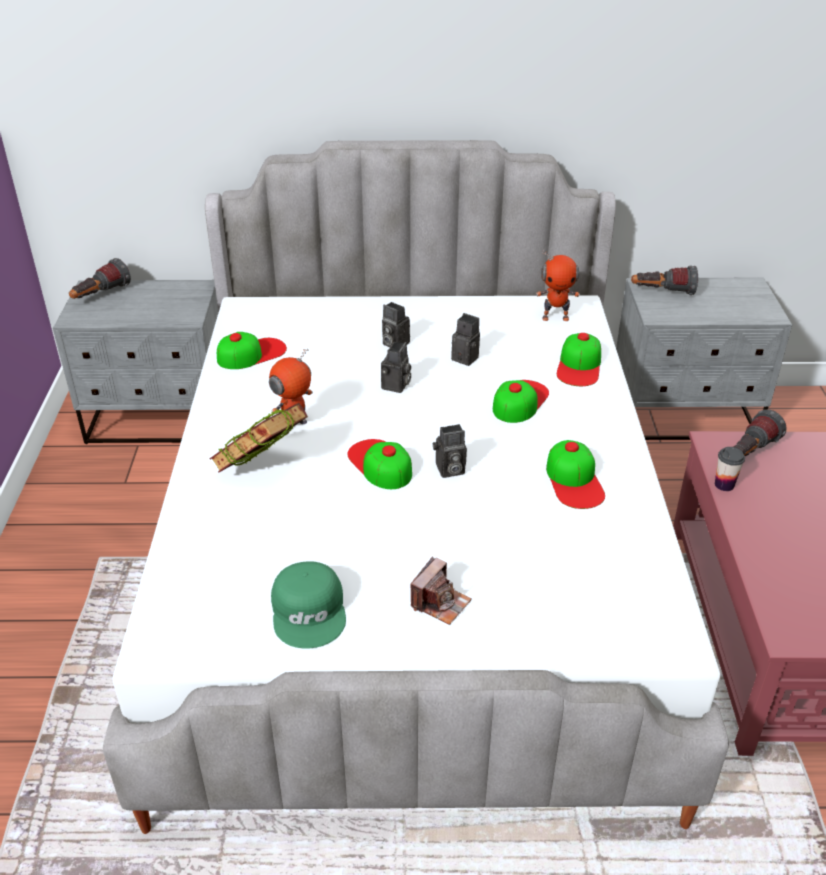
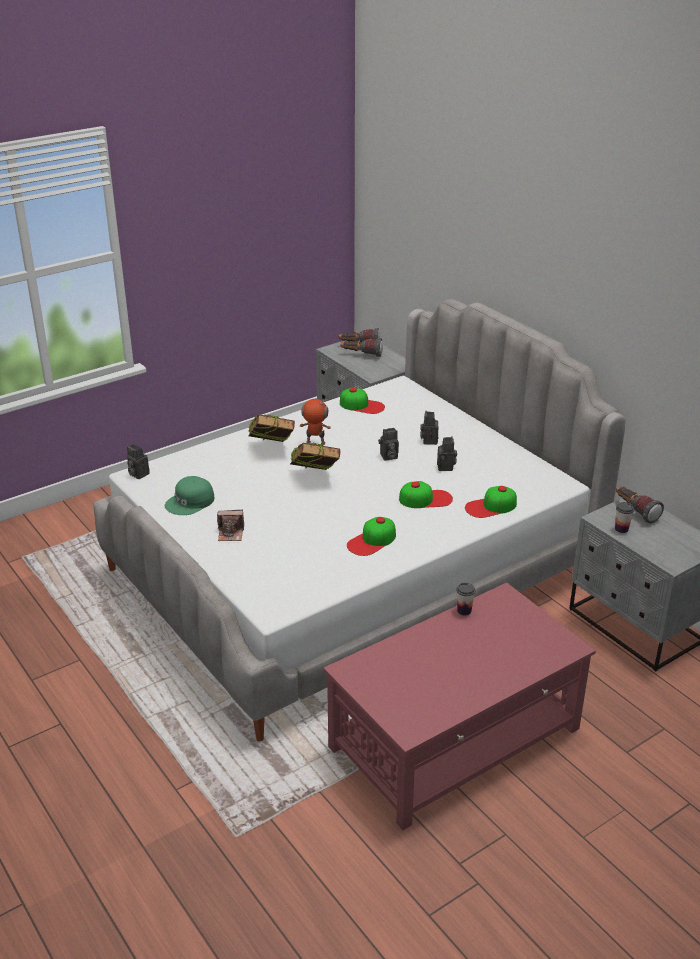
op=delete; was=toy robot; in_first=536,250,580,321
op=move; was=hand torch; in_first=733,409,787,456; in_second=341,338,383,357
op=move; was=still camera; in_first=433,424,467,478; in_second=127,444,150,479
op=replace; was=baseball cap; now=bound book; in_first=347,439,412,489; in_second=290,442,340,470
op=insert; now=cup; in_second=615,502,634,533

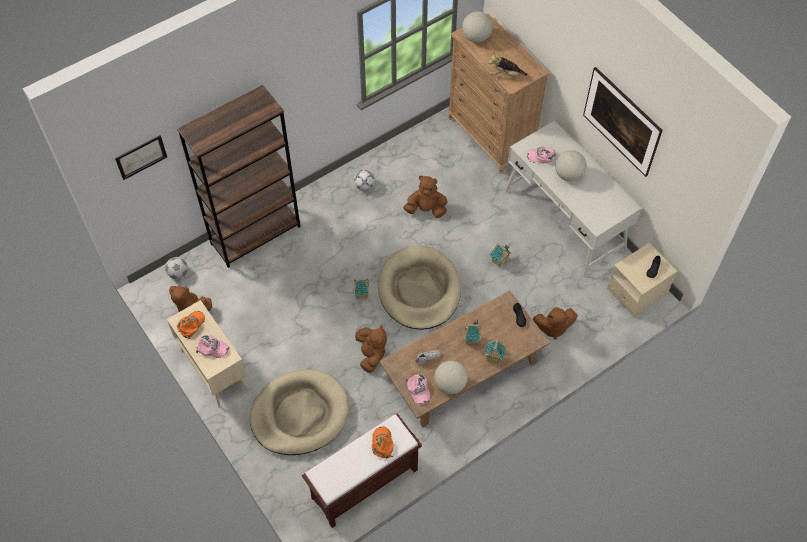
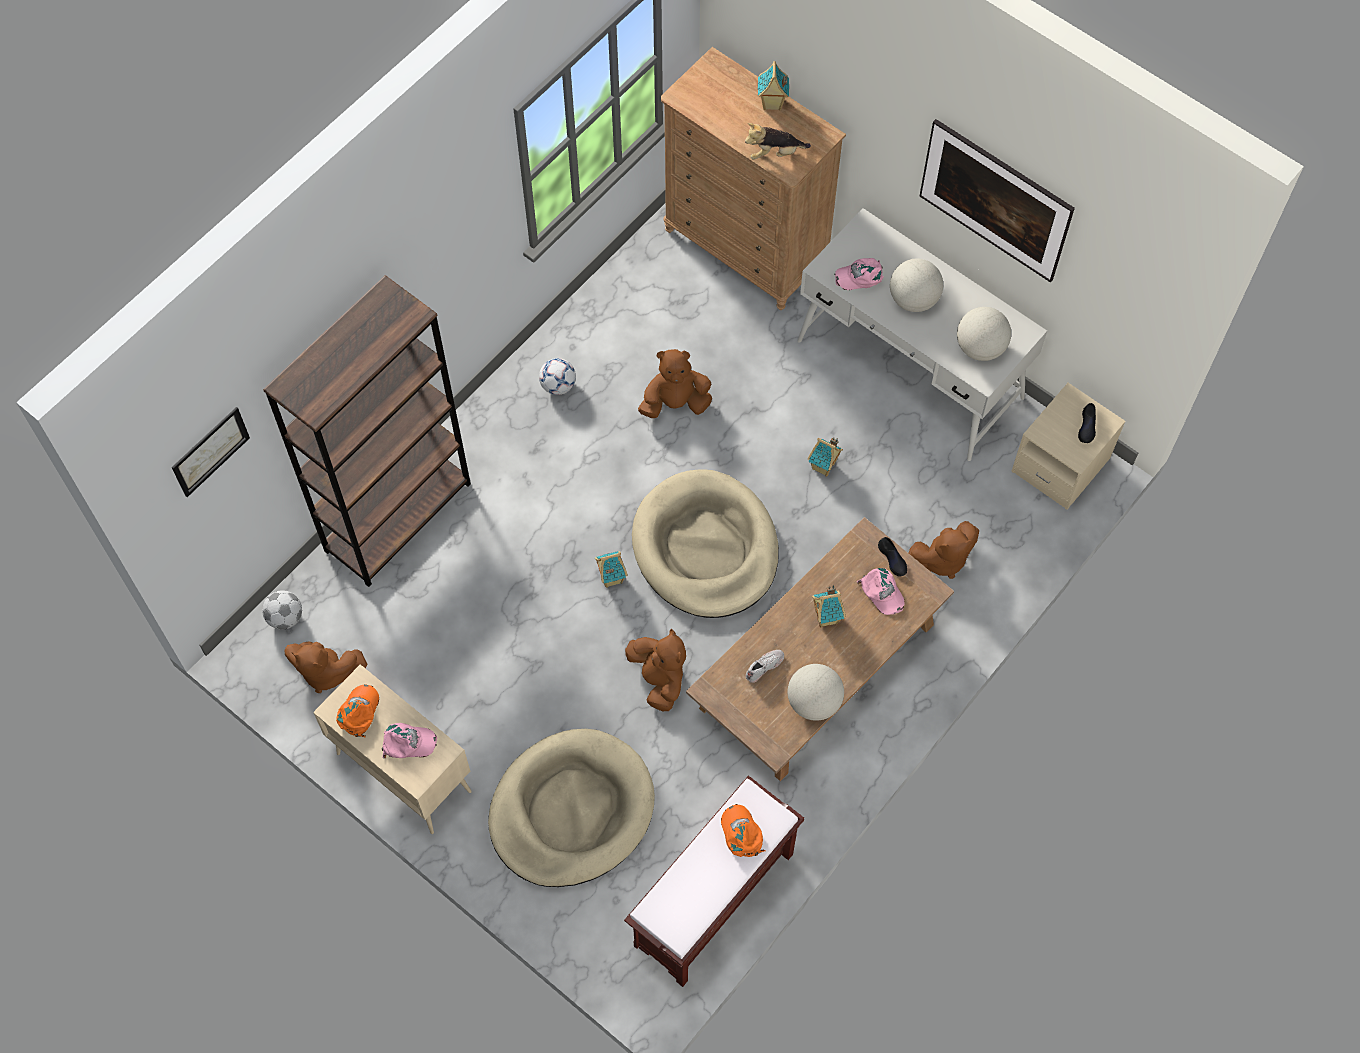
op=move; was=desk globe; in_first=462,11,493,43; in_second=957,307,1011,361
op=move; was=miniature house; in_first=484,338,506,365; in_second=758,61,789,111
op=move; was=pink baseball cap; in_first=406,375,430,404; in_second=857,568,905,615

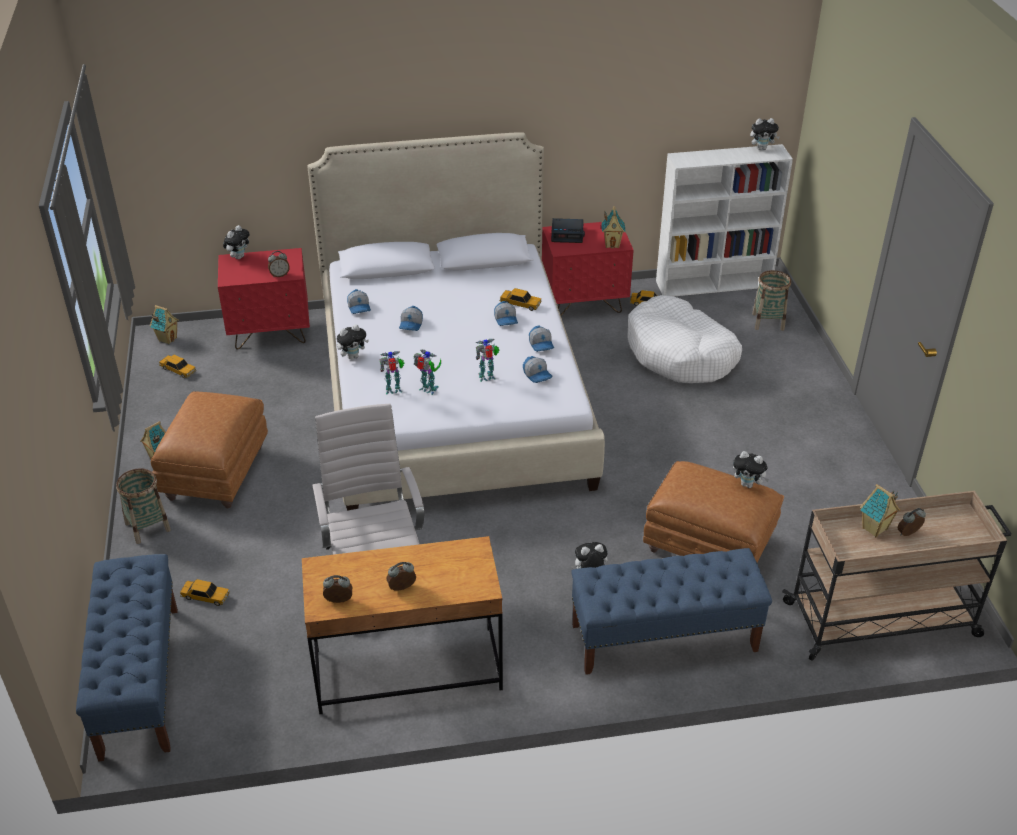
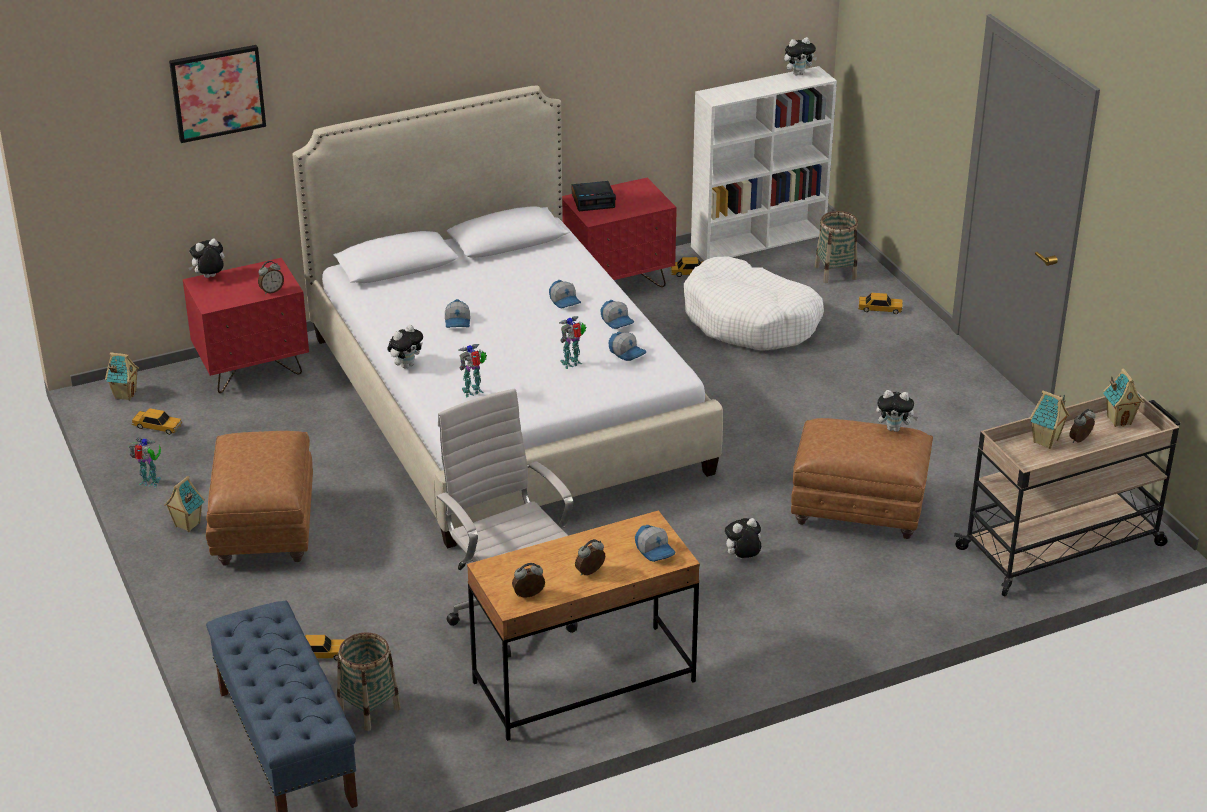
op=move; was=miniature house; in_first=601,206,625,248; in_second=1103,368,1144,427
op=rotate; was=plush toy; in_first=223,225,250,259; in_second=189,239,225,278; clockwise=-135
op=move; was=miniature car; in_first=500,288,541,311; in_second=858,293,903,314
op=move; was=baseball cap; in_first=347,289,371,314; in_second=635,525,676,562
op=move; was=toy robot; in_first=413,350,441,395; in_second=128,437,161,488
op=move; was=basket; in_first=116,468,171,544; in_second=337,632,401,731
op=delete; was=blue-coloured long seat; in_first=571,548,772,675
op=insert; now=wall art; in_second=169,45,266,143

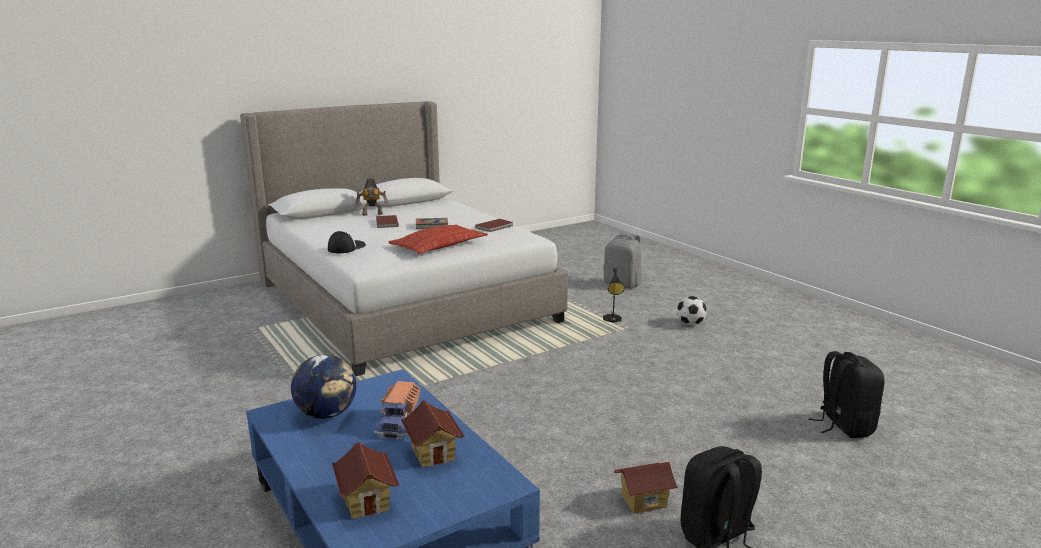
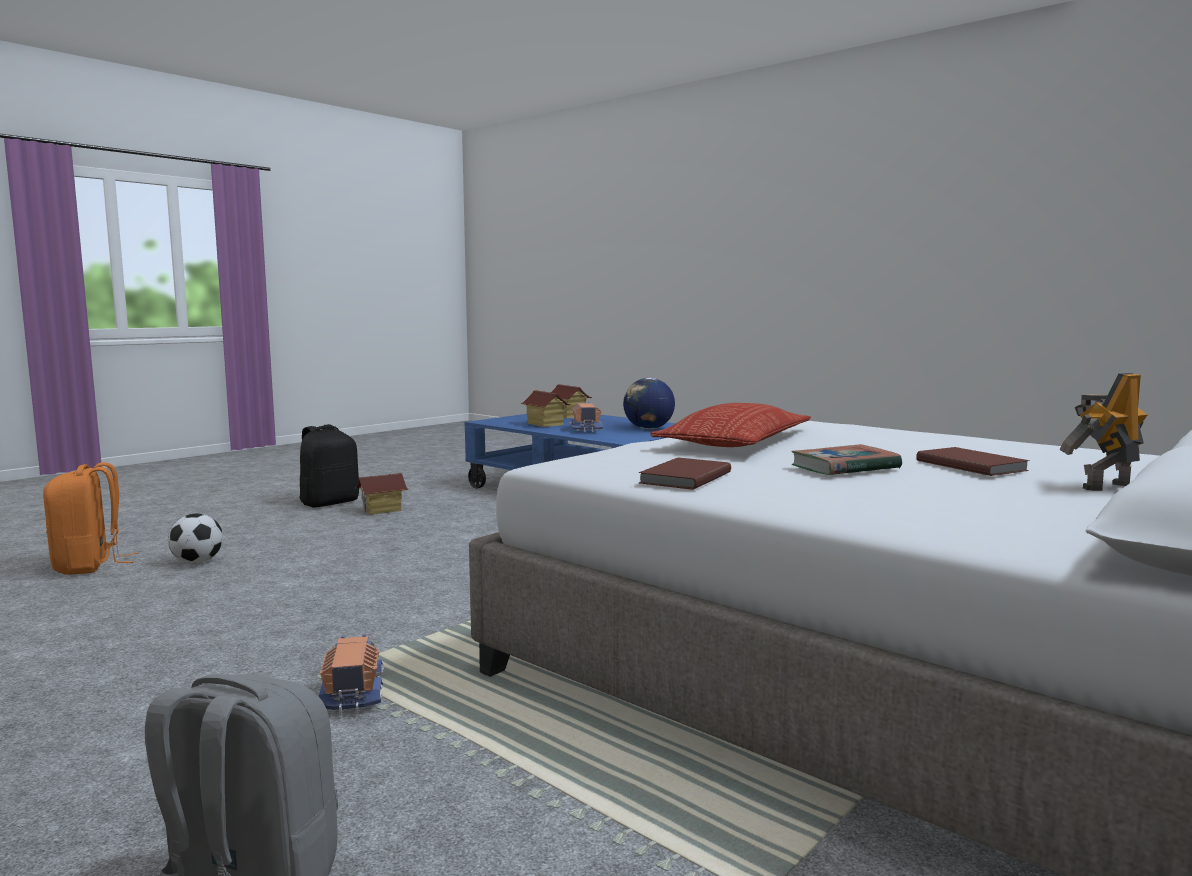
op=delete; was=baseball cap; in_first=328,231,366,253
op=replace; was=blackish table lamp; now=model truck; in_first=603,268,624,323; in_second=319,635,385,716
op=move; was=football; in_first=677,296,707,325; in_second=168,514,223,564
op=recolor; was=blackish knapsack; now=orangey knapsack; in_first=808,351,885,438; in_second=43,462,138,575

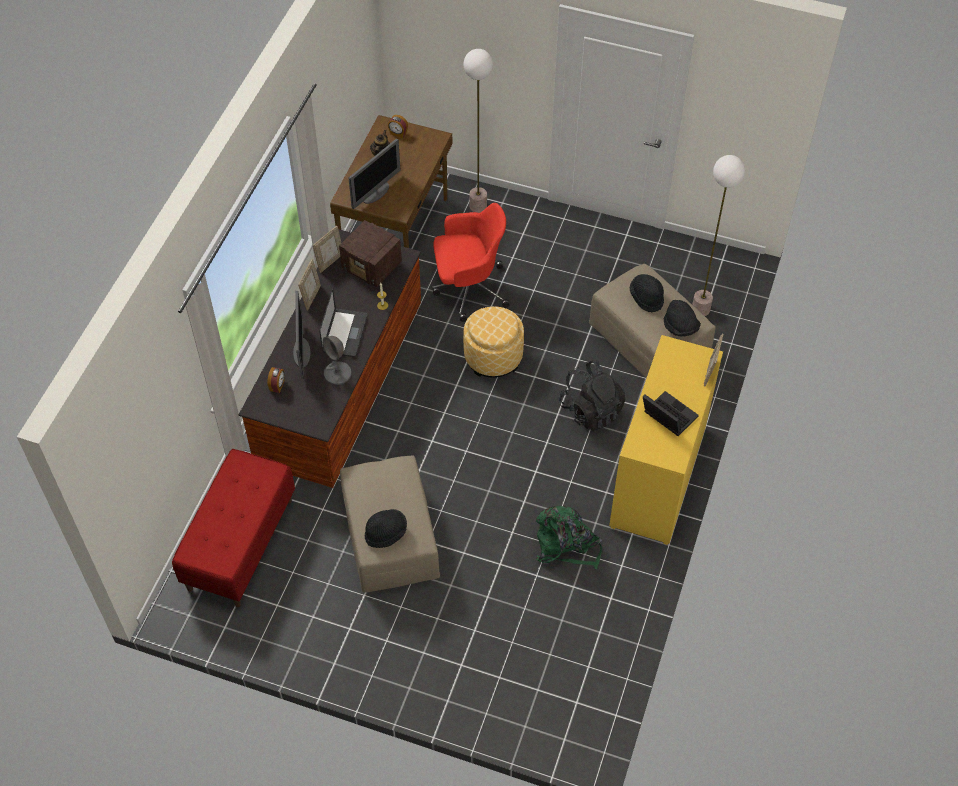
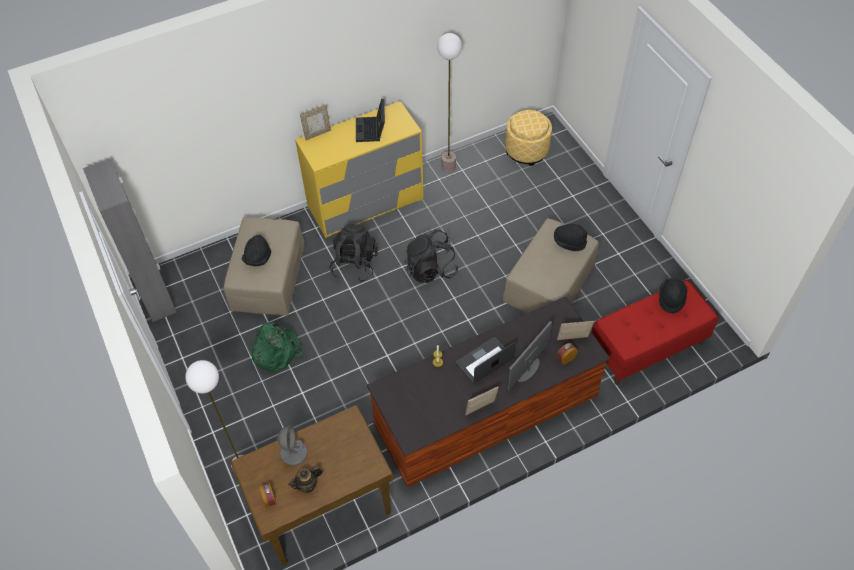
op=delete; was=computer display; in_first=349,138,401,209
op=move; was=standard lamp; in_first=692,155,745,316; in_second=437,33,462,173
op=delete; was=red-coloured computer chair; in_first=432,203,509,322
op=delete; was=radio set; in_first=339,220,402,287
op=move; was=standing frame; in_first=313,226,341,273; in_second=557,321,594,340
op=move; was=blackish clothing hat; in_first=664,300,701,337; in_second=659,278,687,314
op=move; was=ottoman; in_first=463,306,524,378; in_second=505,110,552,166
op=move; was=grey table lamp; in_first=323,336,352,385; in_second=278,425,307,466
op=move; was=greenish knapsack; in_first=536,506,602,569; in_second=250,322,302,372
op=insert; now=grey storage cabinet; in_second=83,159,177,322
op=insert; now=blackish knapsack; in_second=405,230,459,283

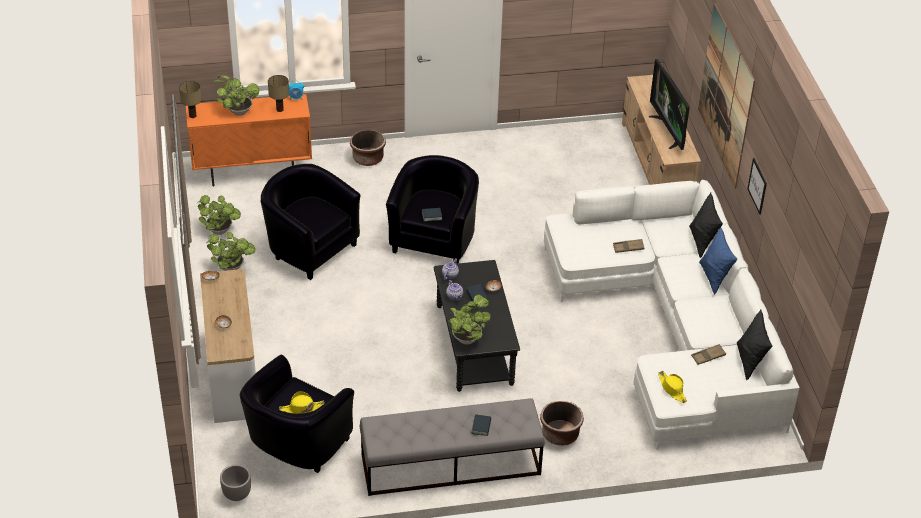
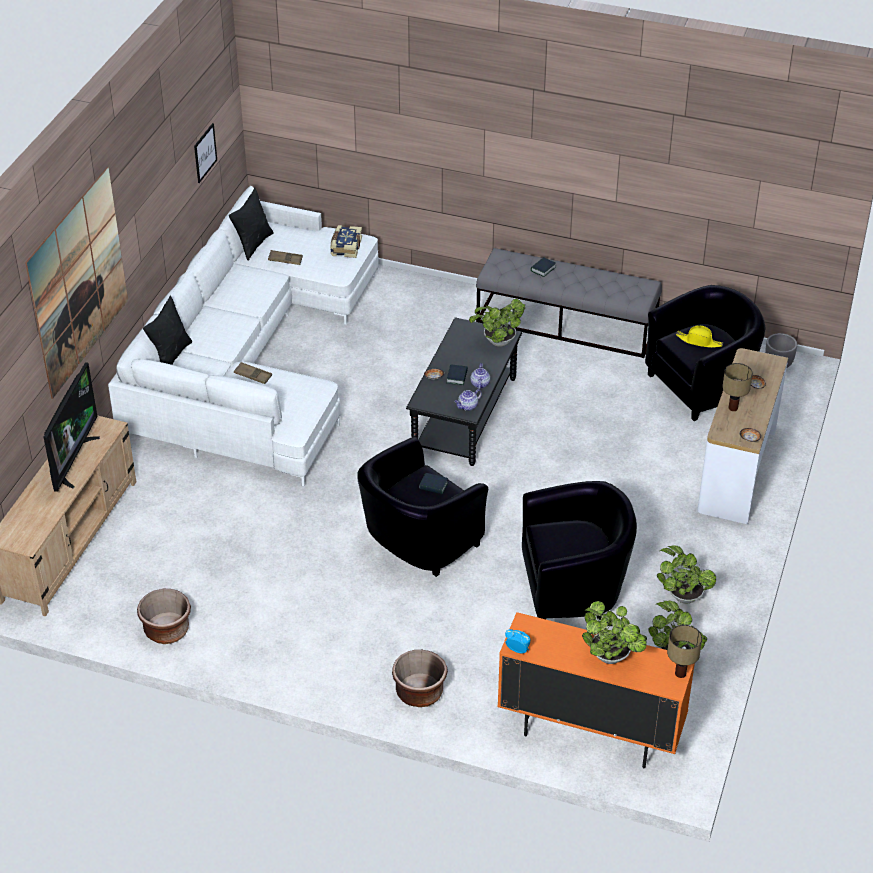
op=move; was=table lamp; in_first=268,75,289,112; in_second=722,363,753,411
op=move; was=wall art; in_first=747,158,767,215; in_second=194,123,217,183
op=rotate; was=blackish easy chair; in_first=261,164,361,280; in_second=522,481,637,620; clockwise=-75
op=delete; was=blue-coloured pillow; in_first=699,227,737,295
op=replace; was=yellow-coloured clothing hat; now=bound book; in_first=658,371,687,403; in_second=330,225,362,258
op=move; was=brown planter; in_first=540,401,584,446; in_second=137,589,191,644

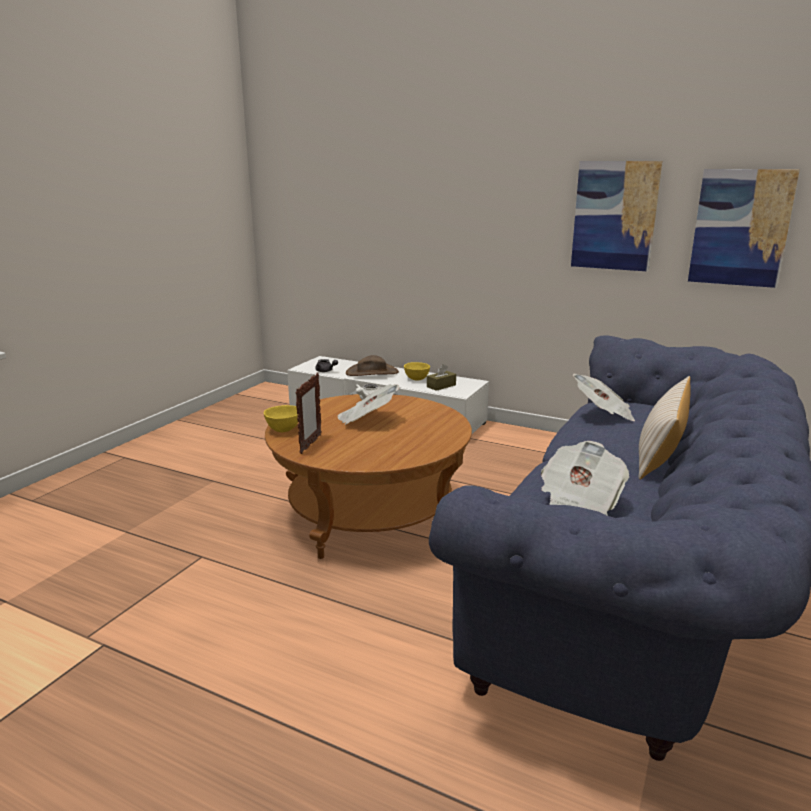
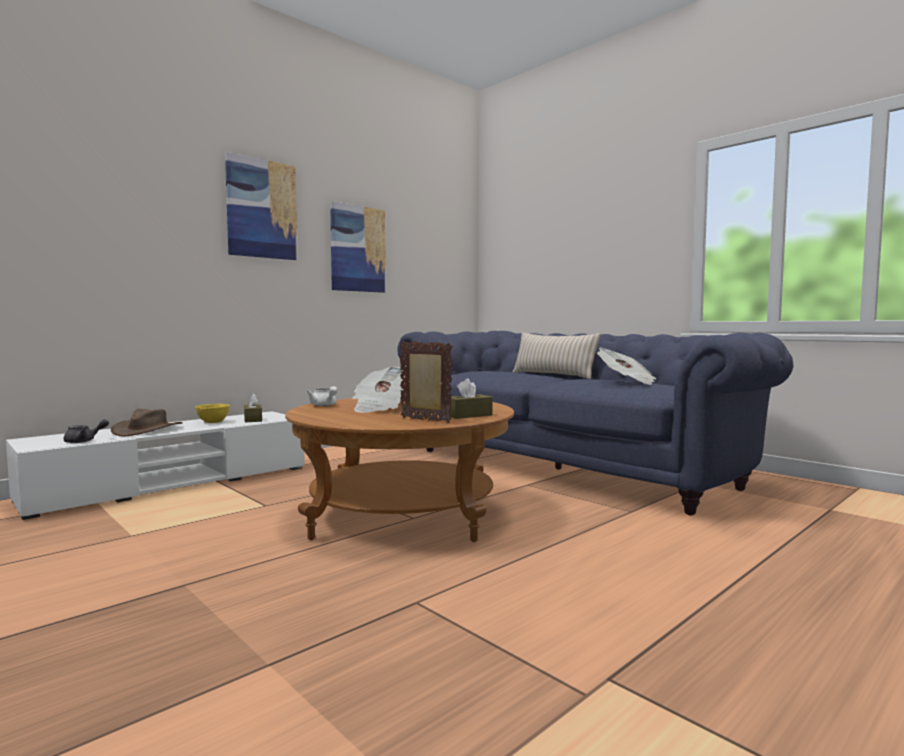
op=move; was=wall art; in_first=688,169,800,288; in_second=225,152,298,260
op=delete; was=newspaper; in_first=573,374,635,421
op=delete; was=yellow-coloured bowl; in_first=264,405,299,432
op=insert; now=brown box of tissues; in_second=445,378,493,419

